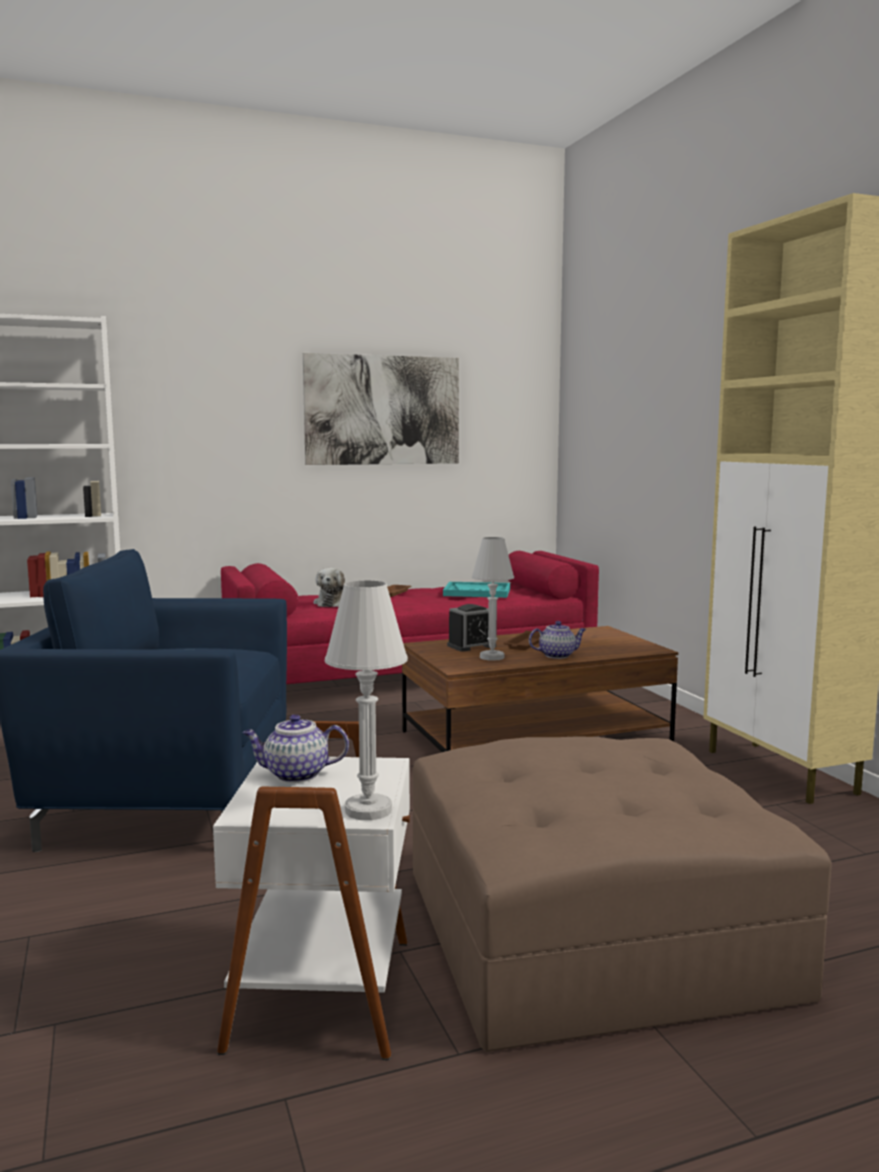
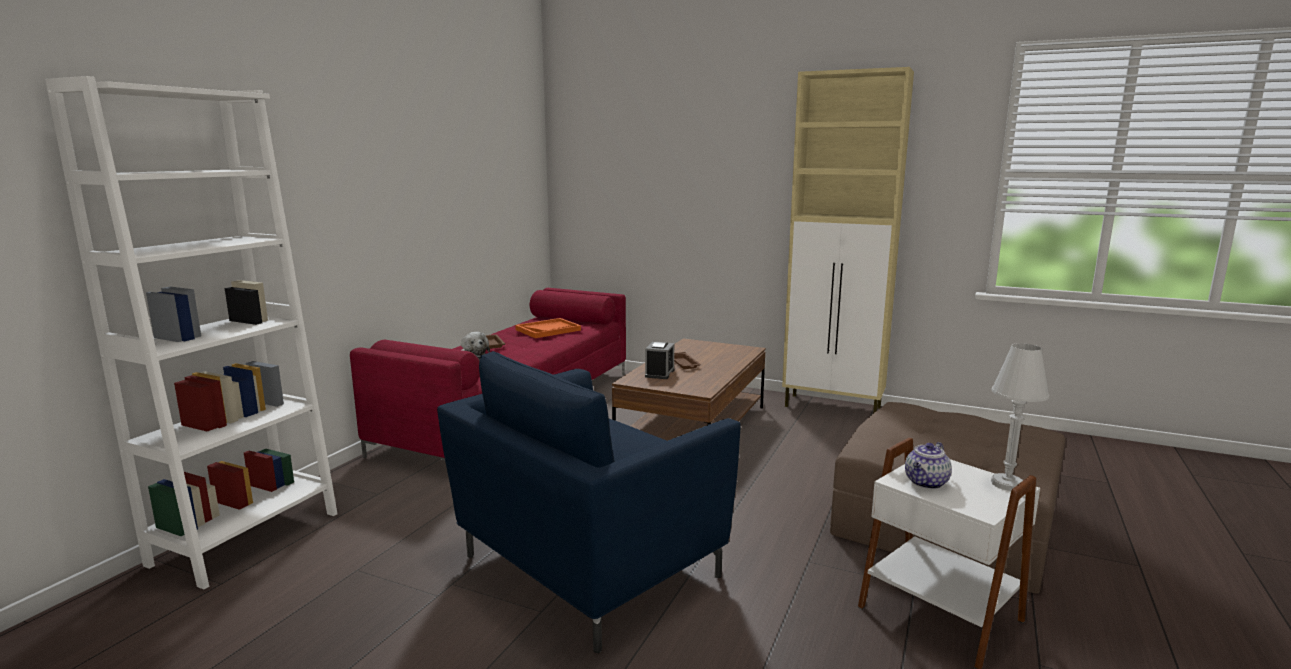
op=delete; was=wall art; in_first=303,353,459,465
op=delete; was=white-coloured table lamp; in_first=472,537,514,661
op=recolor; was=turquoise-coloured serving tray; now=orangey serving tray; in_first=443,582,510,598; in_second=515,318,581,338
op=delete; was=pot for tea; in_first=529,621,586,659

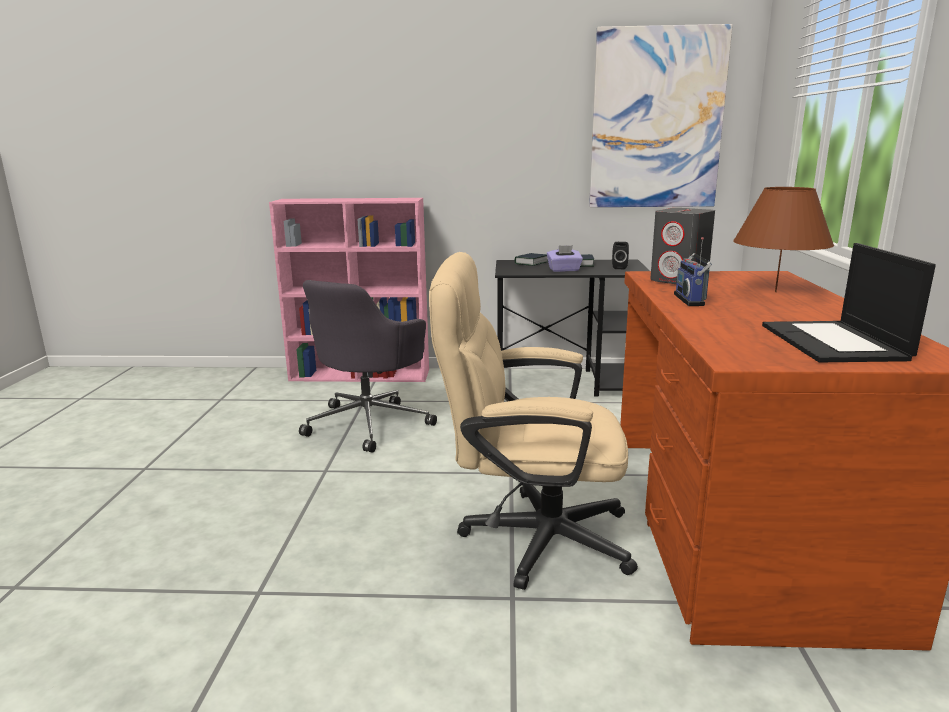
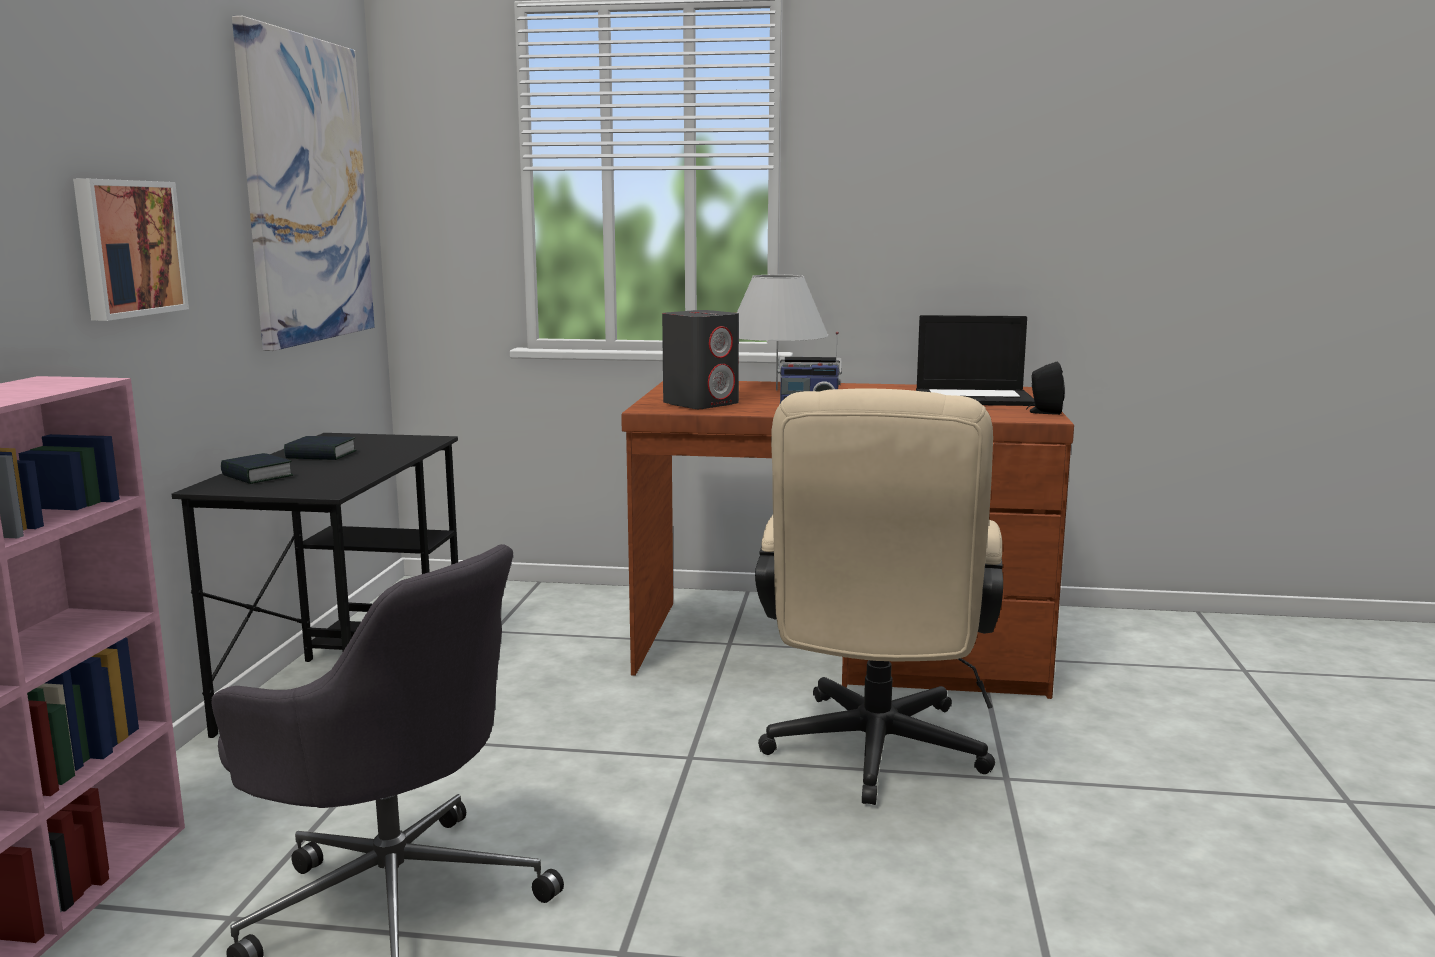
op=recolor; was=brown table lamp; now=white-coloured table lamp; in_first=733,187,834,292; in_second=737,275,829,391
op=move; was=blackish audio speaker; in_first=612,242,629,269; in_second=1026,361,1065,415
op=delete; was=purple-coloured box of tissues; in_first=547,245,583,272
op=insert; now=wall art; in_second=73,179,189,321

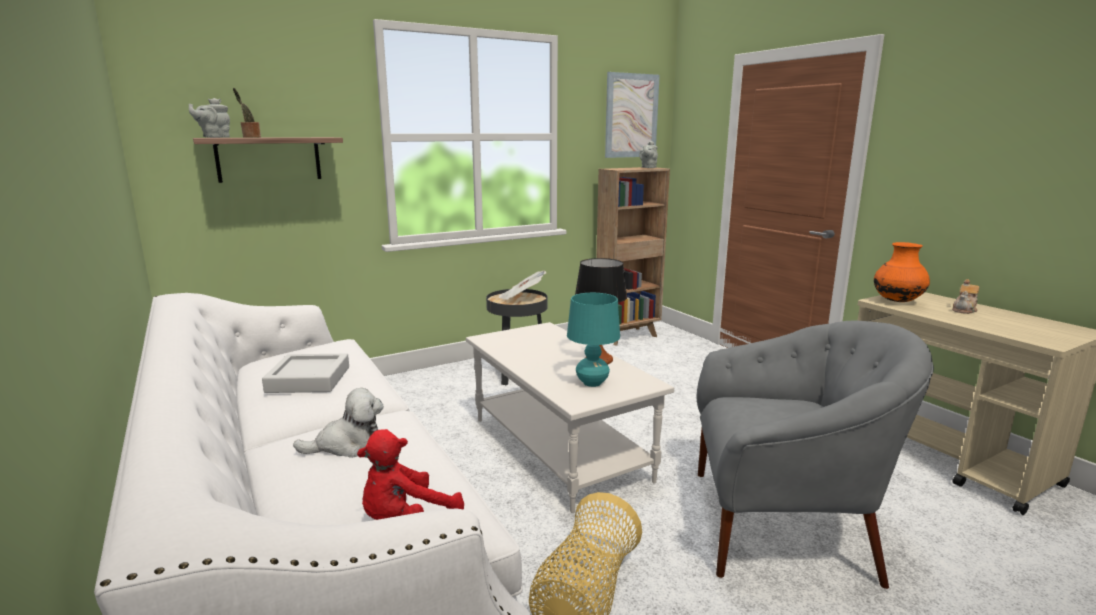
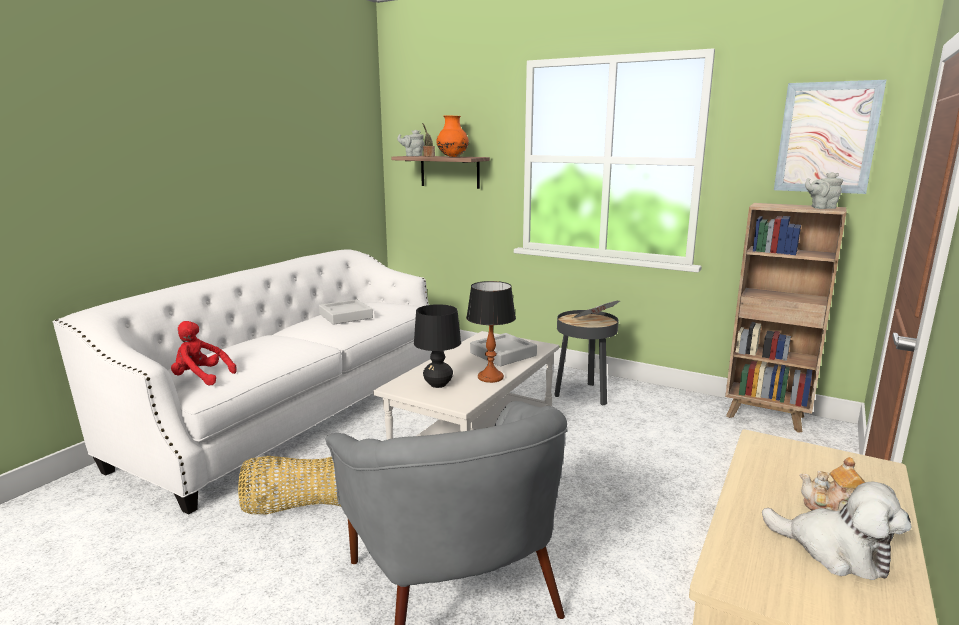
op=move; was=orangey decorative vase; in_first=874,242,930,302; in_second=436,115,469,157
op=recolor; was=turquoise-coloured table lamp; now=blackish table lamp; in_first=567,293,620,387; in_second=414,304,461,388
op=move; was=plush toy; in_first=293,388,384,458; in_second=762,482,911,580
op=insert; now=grey serving tray; in_second=470,333,537,366

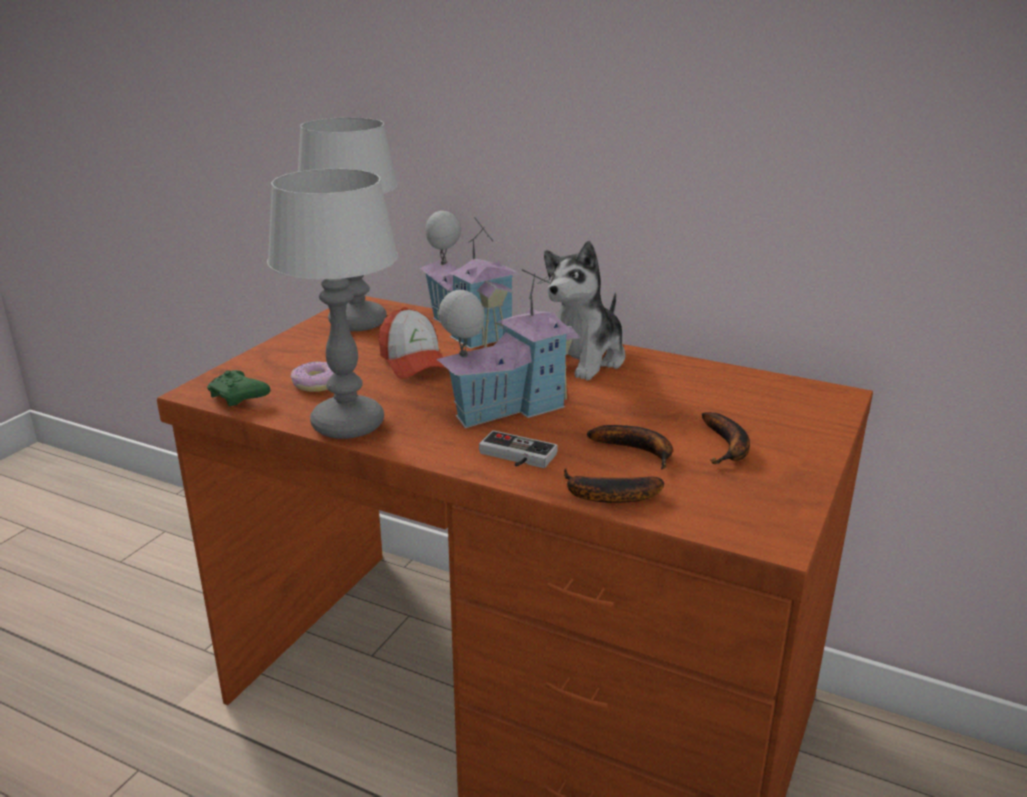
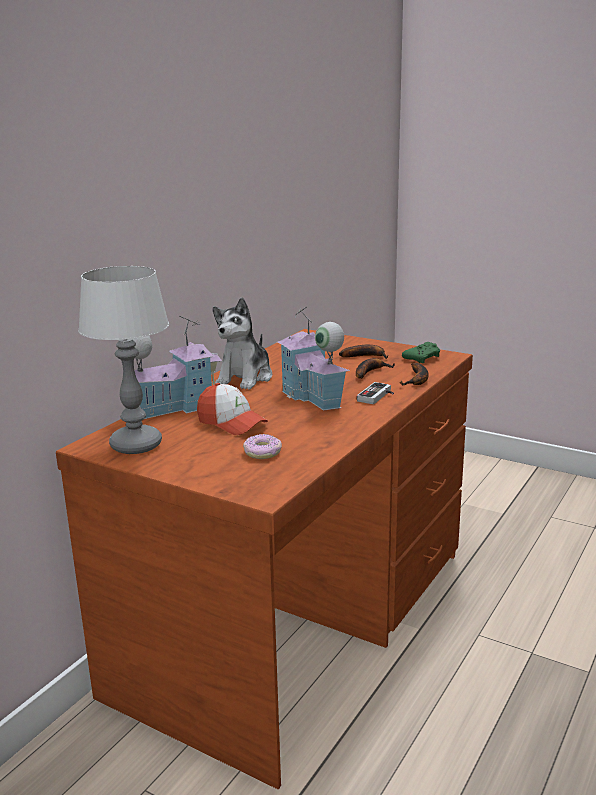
op=delete; was=table lamp; in_first=267,168,398,439
op=rotate; was=plush toy; in_first=544,241,625,381; in_second=213,297,272,390; clockwise=75
op=rotate; was=baseball cap; in_first=379,307,446,379; in_second=197,383,268,435; clockwise=60
op=move; was=greenish joypad; in_first=207,370,270,407; in_second=402,342,440,363

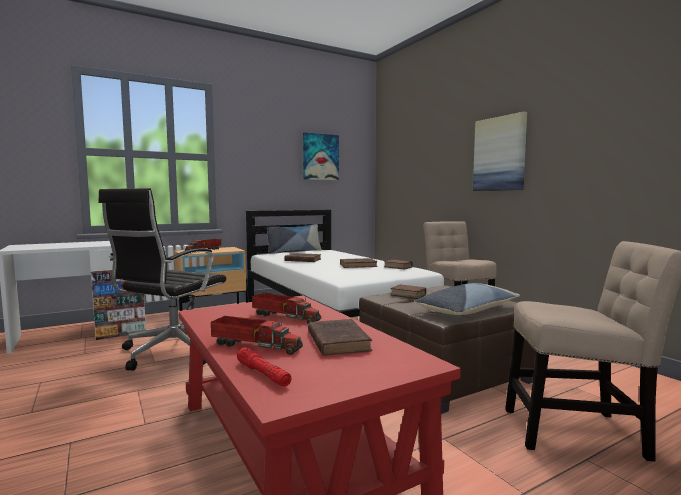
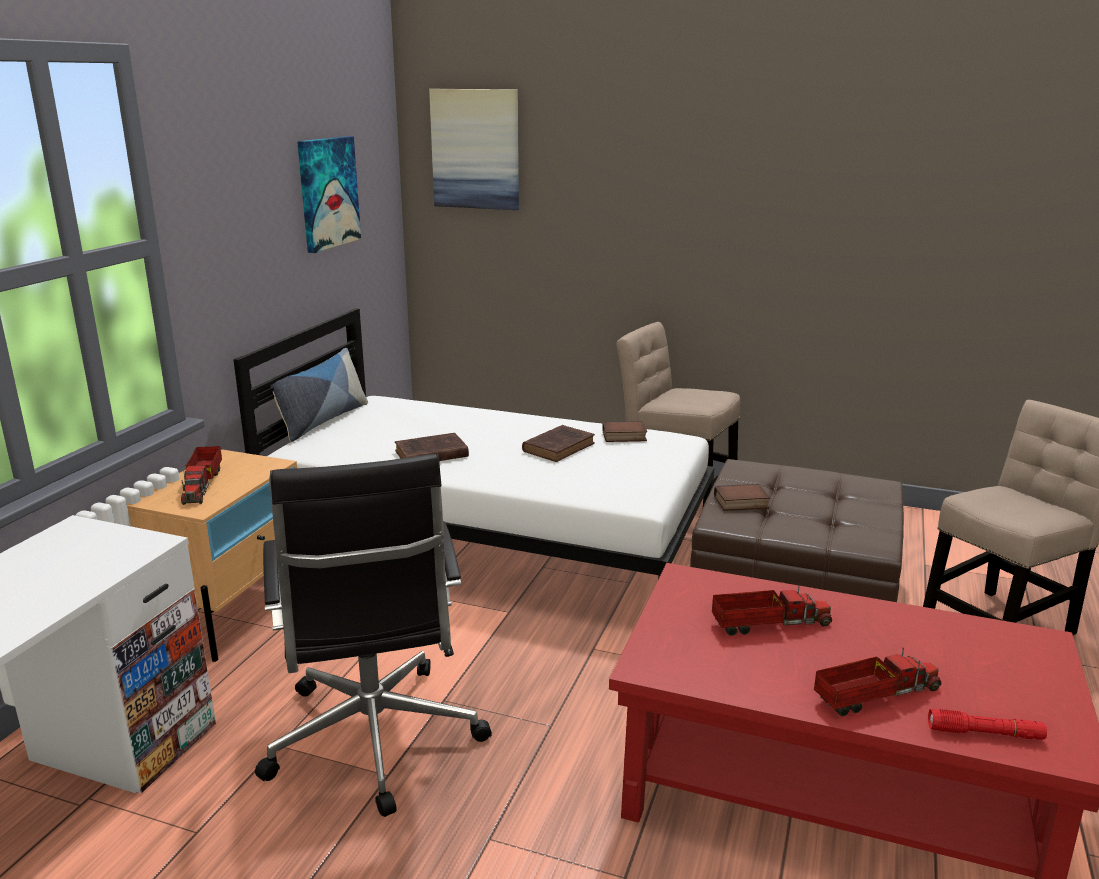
op=move; was=wall art; in_first=473,112,527,191; in_second=429,89,519,210
op=delete; was=pillow; in_first=414,283,520,315
op=delete; was=brown bound book; in_first=308,319,372,356

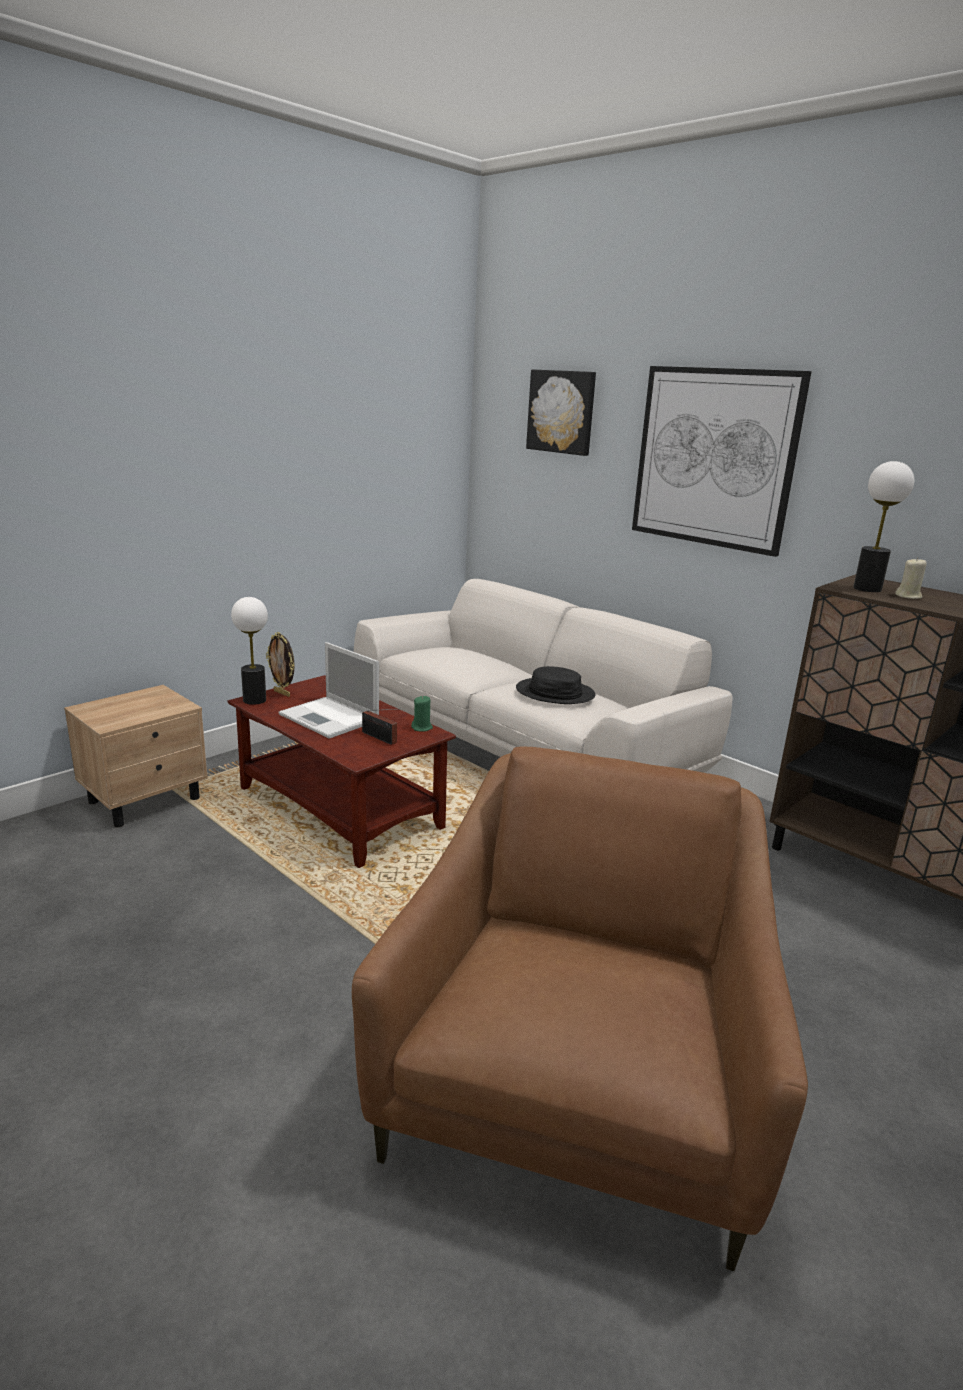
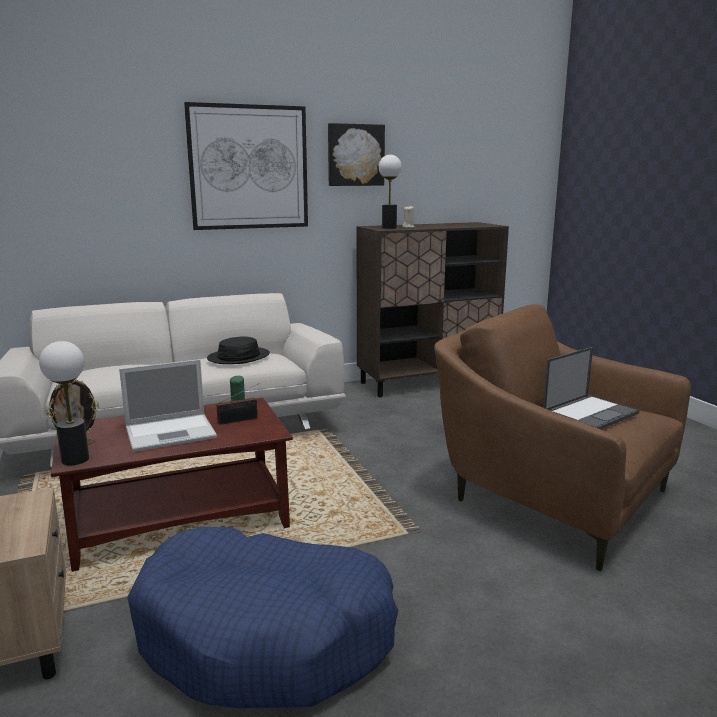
op=move; was=wall art; in_first=526,369,596,456; in_second=328,123,385,186
op=insert; now=notebook computer; in_second=543,347,639,430
op=insert; now=blue-coloured dog cushion; in_second=127,527,398,708

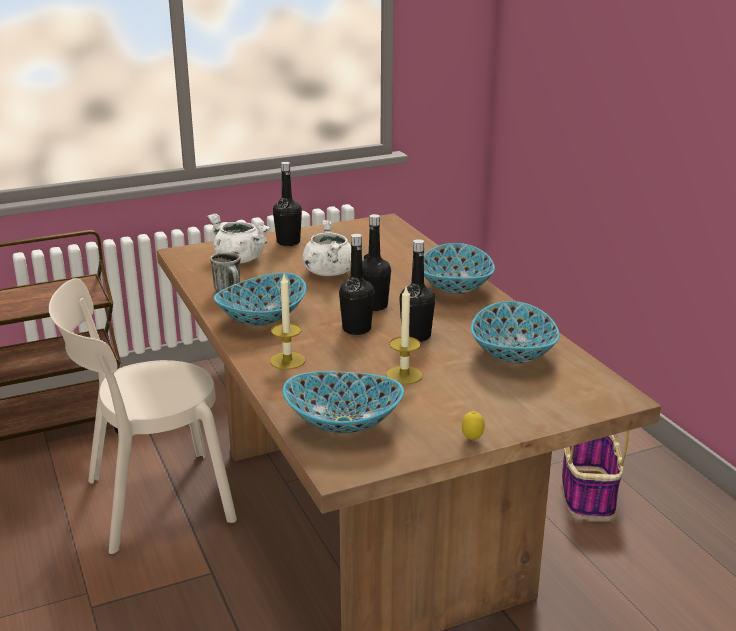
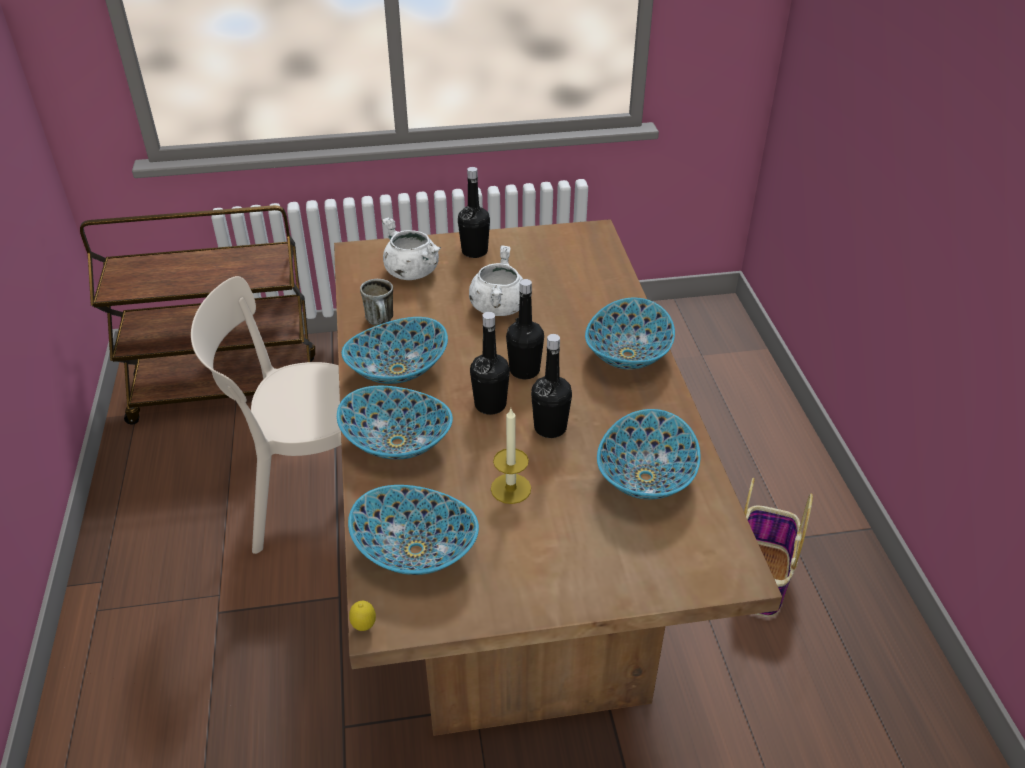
op=replace; was=wax light; now=bowl; in_first=270,275,305,370; in_second=337,386,453,460
op=move; was=citrus fruit; in_first=462,411,485,440; in_second=349,601,376,631

